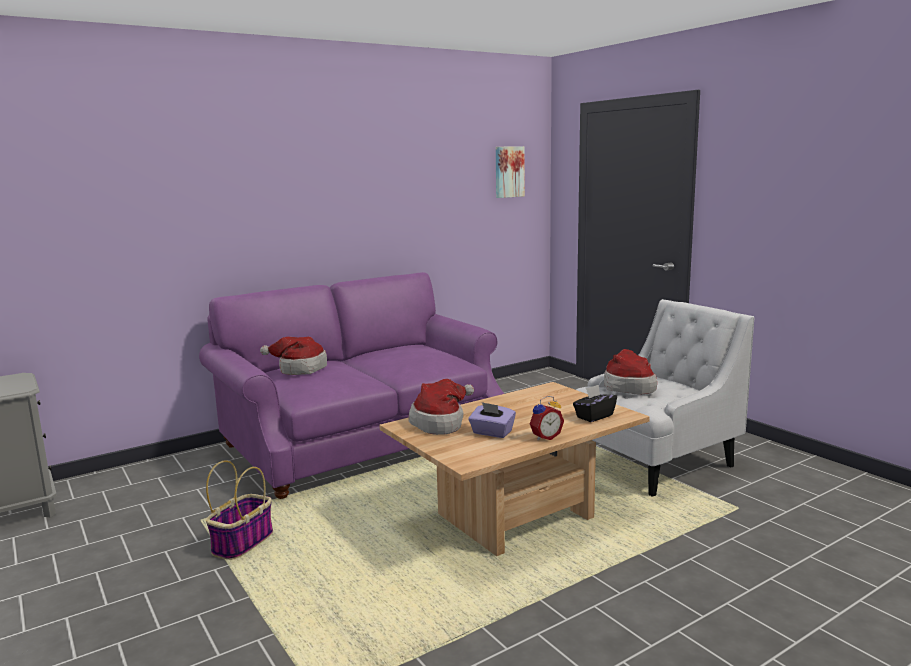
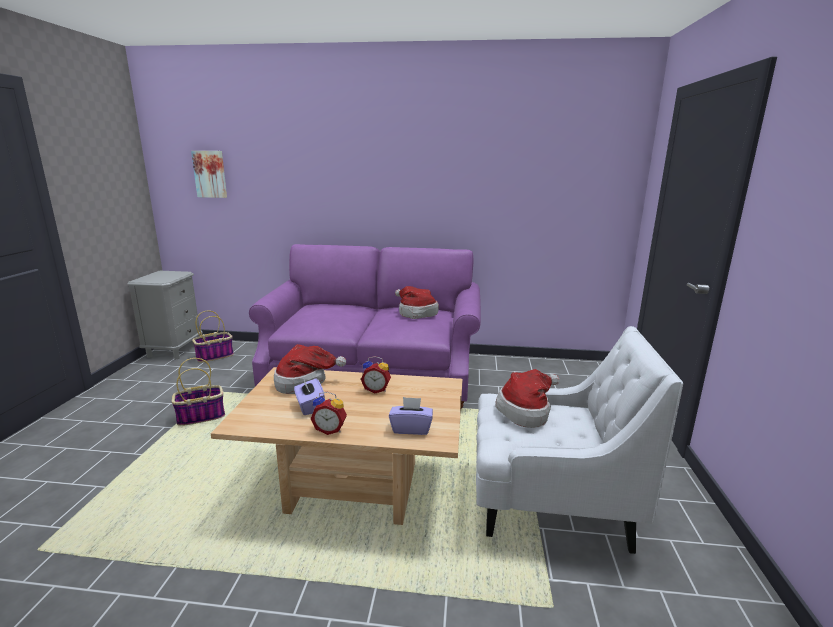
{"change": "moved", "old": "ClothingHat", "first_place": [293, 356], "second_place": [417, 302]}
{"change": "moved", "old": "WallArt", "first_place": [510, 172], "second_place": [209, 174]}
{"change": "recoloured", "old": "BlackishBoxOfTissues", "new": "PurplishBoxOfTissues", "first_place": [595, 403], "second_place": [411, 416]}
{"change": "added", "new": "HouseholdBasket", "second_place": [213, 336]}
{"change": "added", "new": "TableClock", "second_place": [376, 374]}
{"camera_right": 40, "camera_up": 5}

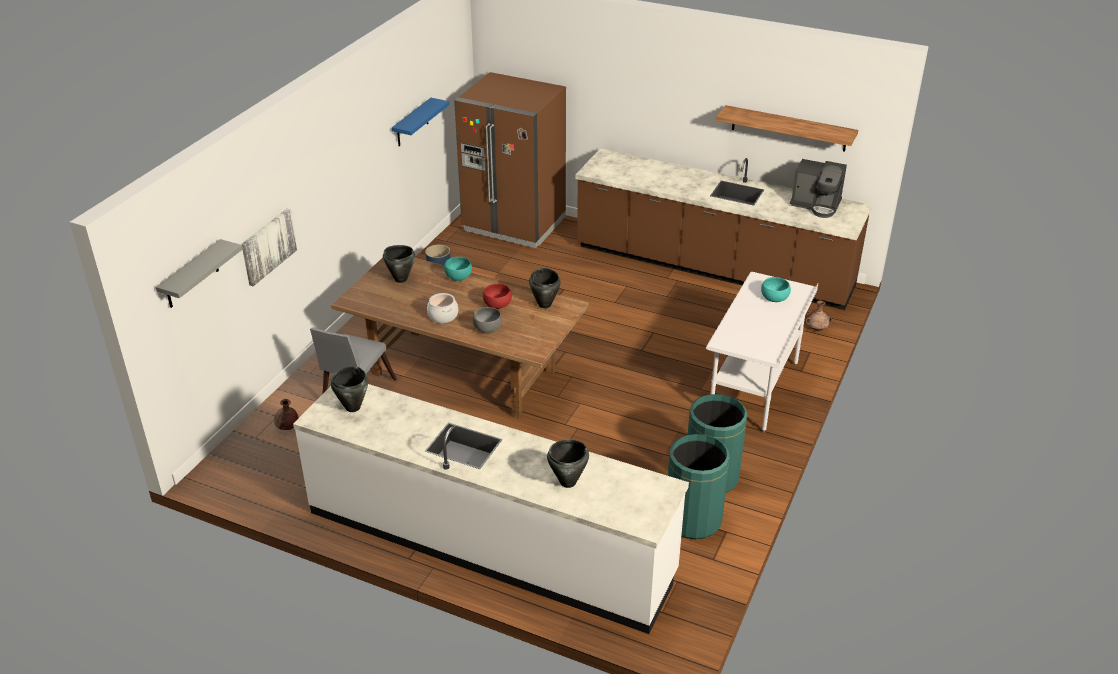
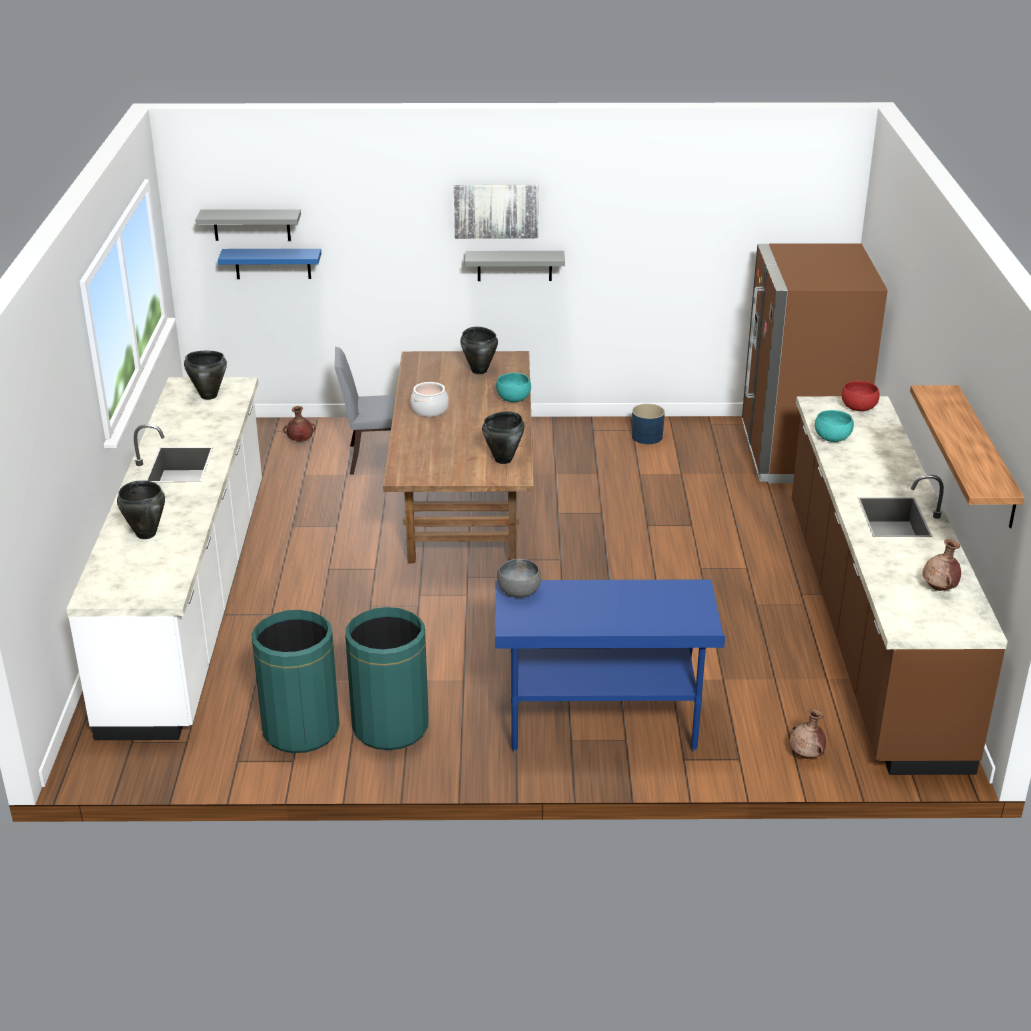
{"change": "moved", "old": "WallArt", "first_place": [269, 247], "second_place": [496, 212]}
{"change": "moved", "old": "BlueBracketShelf", "first_place": [420, 122], "second_place": [269, 264]}
{"change": "moved", "old": "GrayBowl", "first_place": [487, 320], "second_place": [519, 578]}
{"change": "moved", "old": "RedBowl", "first_place": [497, 296], "second_place": [861, 396]}
{"change": "recoloured", "old": "WhiteColouredDeskTable", "new": "BlueDeskTable", "first_place": [762, 352], "second_place": [610, 666]}
{"change": "moved", "old": "TurquoiseBowl", "first_place": [776, 289], "second_place": [834, 426]}
{"change": "replaced", "old": "CoffeeMaker", "new": "BrownColouredDecorativeVase", "first_place": [818, 188], "second_place": [942, 565]}
{"change": "added", "new": "GrayBracketShelf", "second_place": [515, 266]}
{"camera_right": 65, "camera_up": -5}

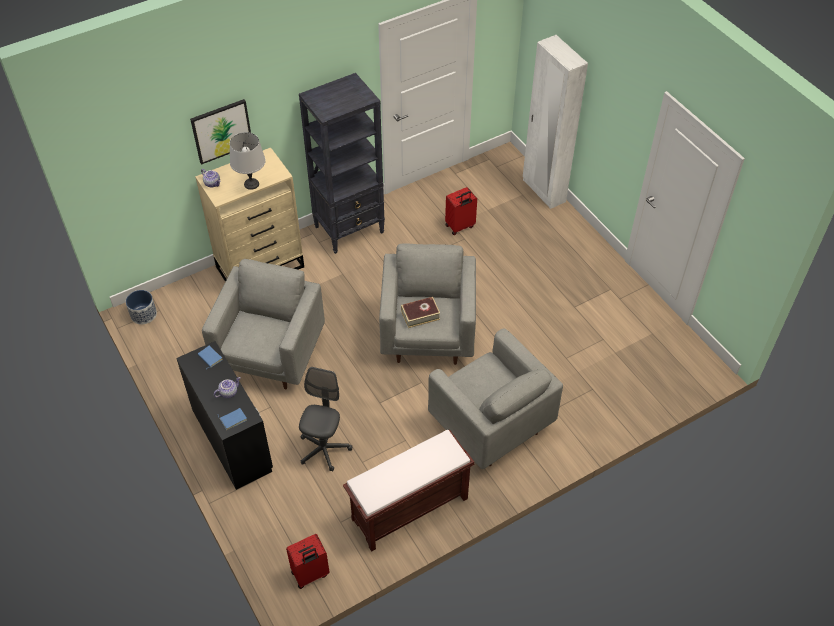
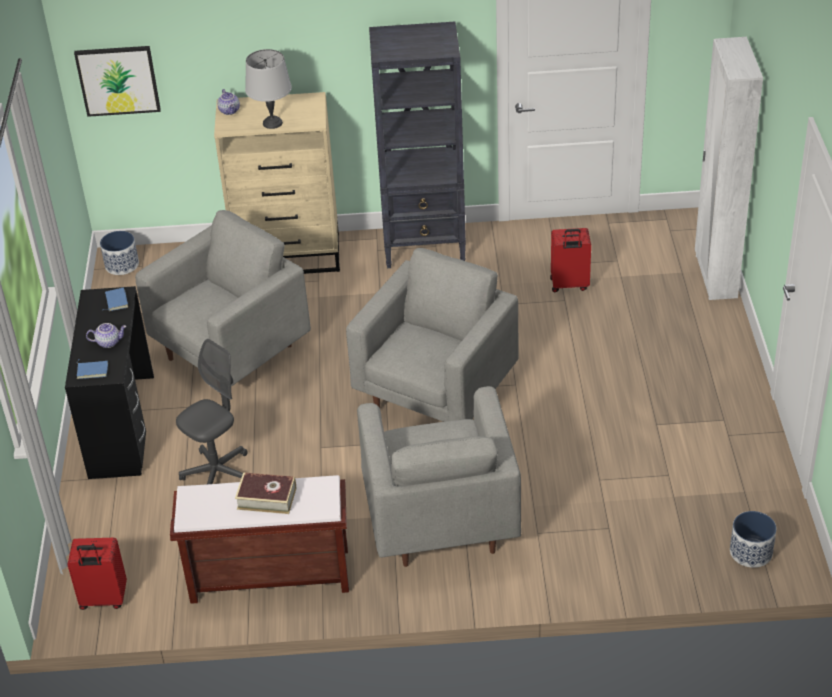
{"change": "moved", "old": "WallArt", "first_place": [220, 132], "second_place": [117, 81]}
{"change": "moved", "old": "Book", "first_place": [420, 312], "second_place": [265, 493]}
{"change": "added", "new": "FlowerPot", "second_place": [753, 539]}
{"camera_right": 30, "camera_up": -10}

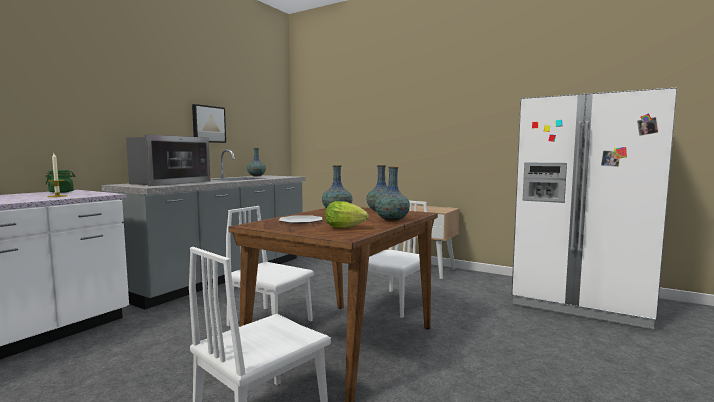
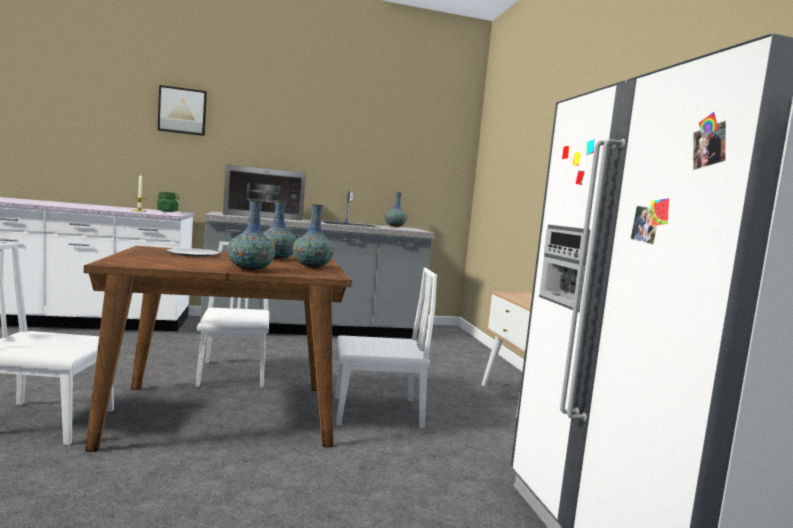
{"change": "moved", "old": "WallArt", "first_place": [209, 123], "second_place": [182, 110]}
{"change": "removed", "old": "HeadOfLettuce", "first_place": [346, 214]}
{"camera_right": 45, "camera_up": 0}

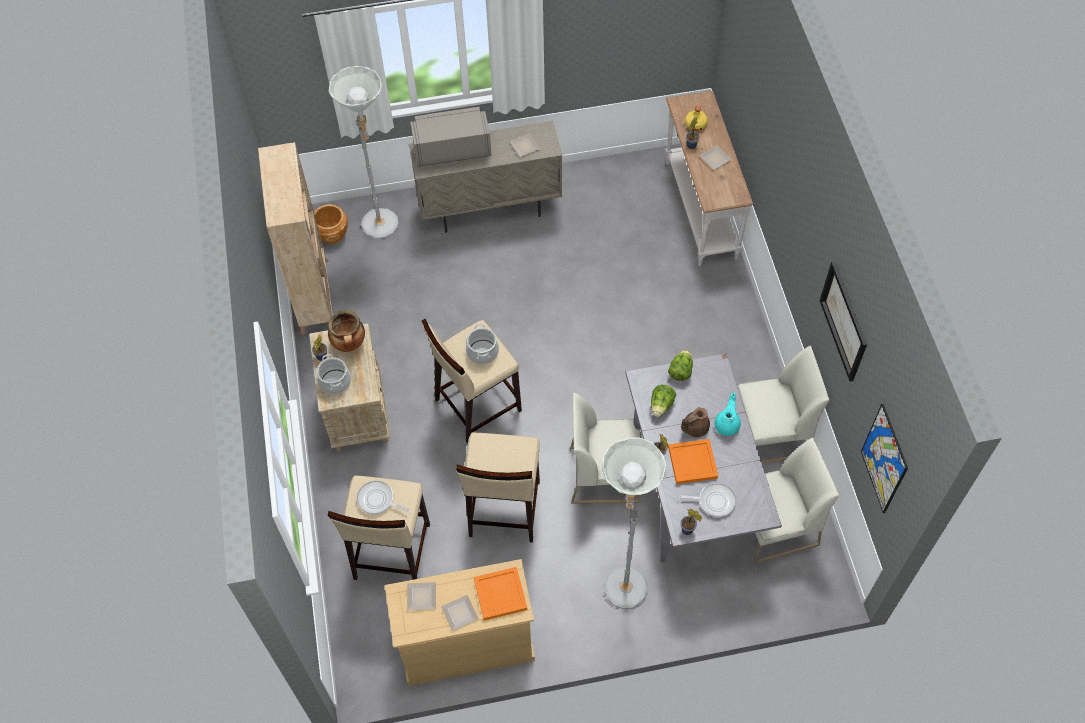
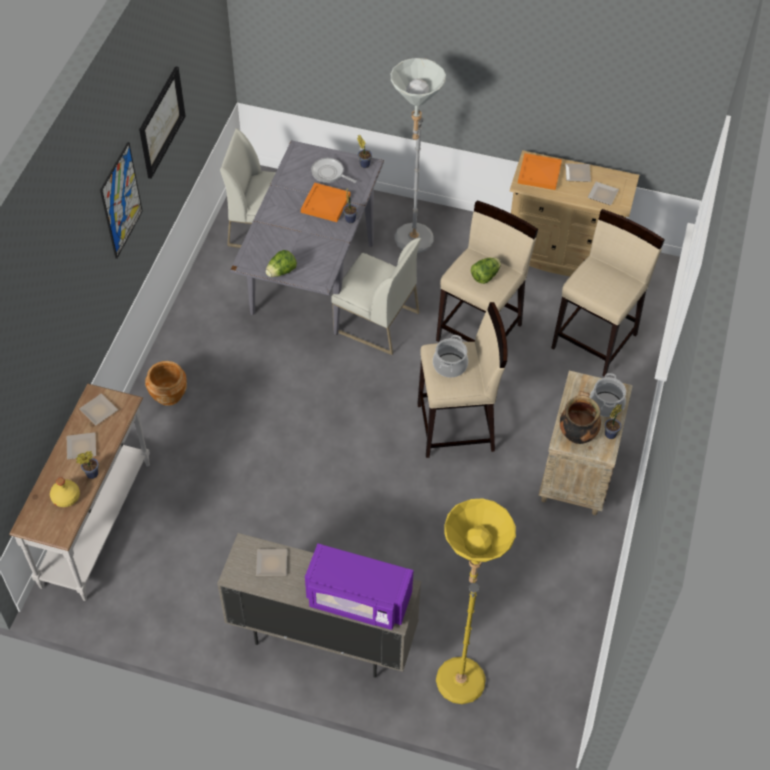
{"change": "removed", "old": "BeigeBookshelf", "first_place": [295, 238]}
{"change": "moved", "old": "BrownColouredFlowerPot", "first_place": [331, 224], "second_place": [166, 383]}
{"change": "recoloured", "old": "GrayStandardLamp", "new": "YellowishStandardLamp", "first_place": [364, 152], "second_place": [476, 601]}
{"change": "removed", "old": "Pan", "first_place": [383, 497]}
{"change": "recoloured", "old": "GrayMicrowaveOven", "new": "PurplishMicrowaveOven", "first_place": [450, 137], "second_place": [359, 586]}
{"change": "moved", "old": "HeadOfLettuce", "first_place": [663, 401], "second_place": [486, 270]}
{"change": "removed", "old": "BrownColouredTeaPot", "first_place": [695, 422]}
{"change": "removed", "old": "TurquoiseTeaPot", "first_place": [727, 414]}
{"change": "removed", "old": "WhiteColouredChair", "first_place": [783, 405]}
{"change": "moved", "old": "WallArt", "first_place": [884, 458], "second_place": [121, 200]}
{"change": "added", "new": "DinnerPlate", "second_place": [98, 409]}
{"camera_right": -155, "camera_up": -5}

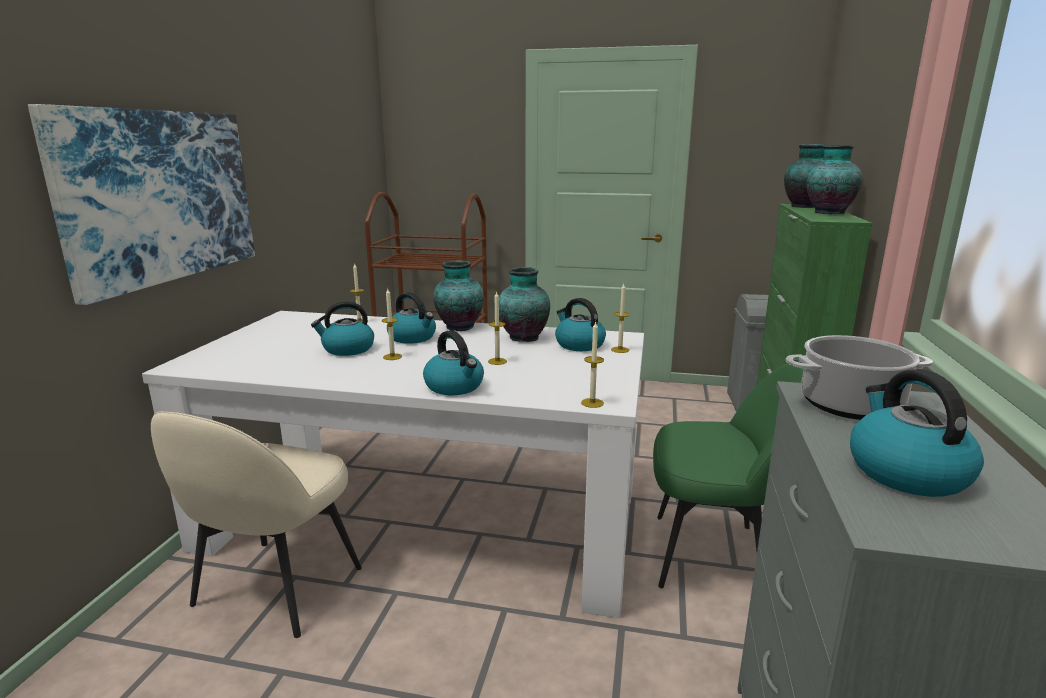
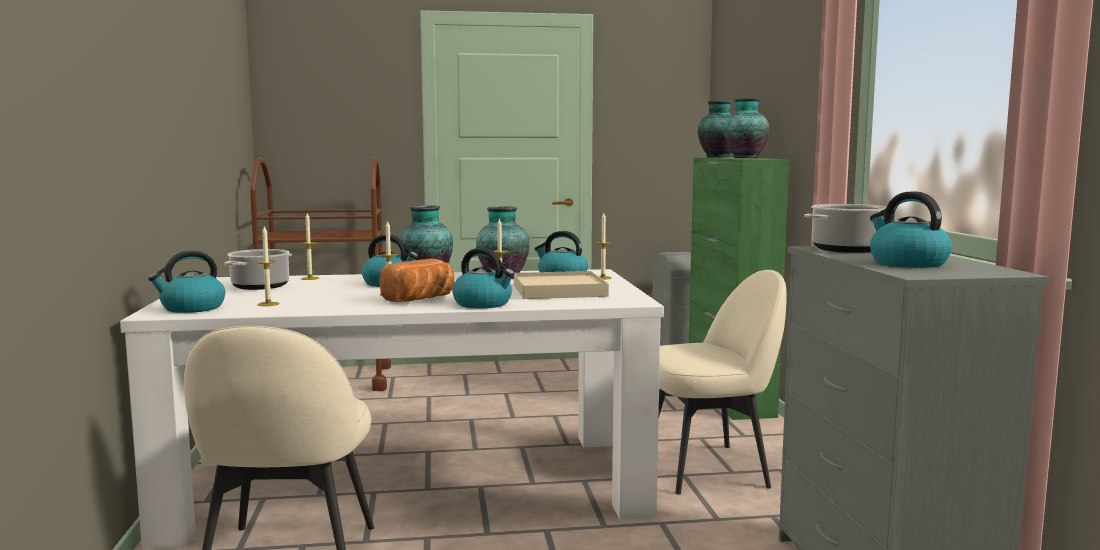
{"change": "removed", "old": "WallArt", "first_place": [141, 204]}
{"change": "moved", "old": "Kettle", "first_place": [342, 328], "second_place": [186, 281]}
{"change": "moved", "old": "WaxLight", "first_place": [592, 365], "second_place": [268, 265]}
{"change": "recoloured", "old": "GreenColouredChair", "new": "BeigeChair", "first_place": [728, 474], "second_place": [723, 382]}
{"change": "added", "new": "Saucepot", "second_place": [258, 269]}
{"change": "added", "new": "BakedBread", "second_place": [417, 280]}
{"change": "added", "new": "BeigeServingTray", "second_place": [561, 285]}
{"camera_right": -20, "camera_up": -10}

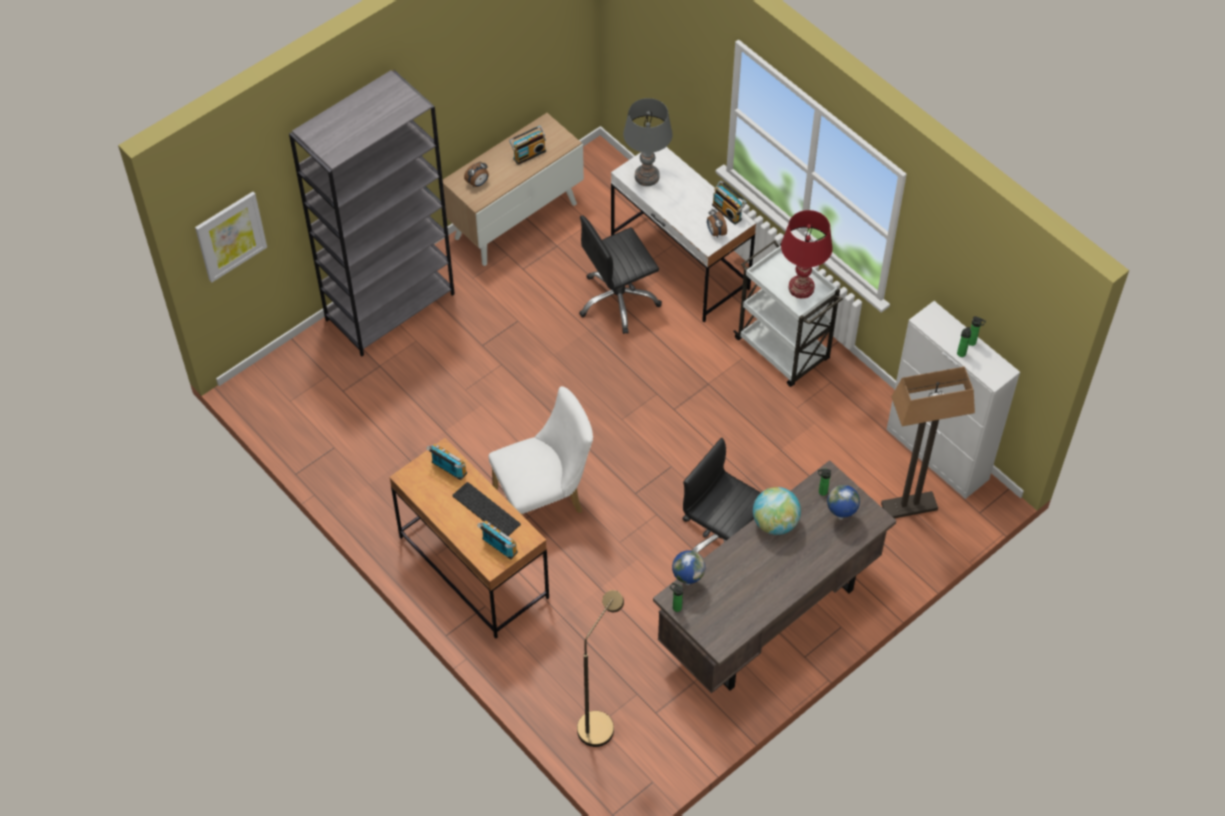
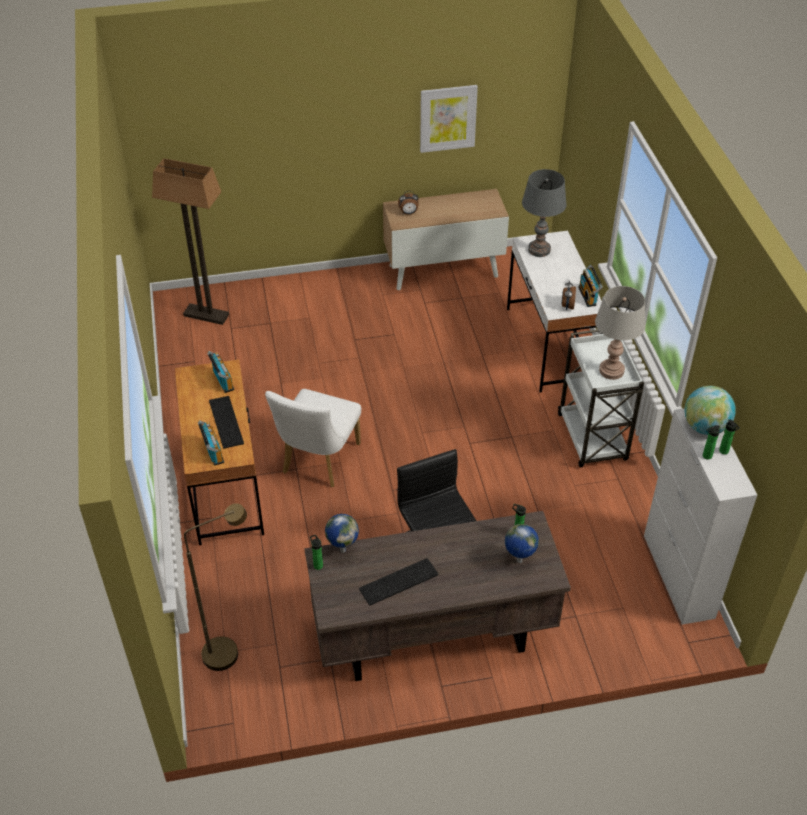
{"change": "moved", "old": "WallArt", "first_place": [231, 237], "second_place": [449, 119]}
{"change": "removed", "old": "GrayBookshelf", "first_place": [372, 213]}
{"change": "turned", "old": "WhiteColouredChair", "first_place": [540, 451], "second_place": [313, 438], "degrees": 105}
{"change": "removed", "old": "RadioReceiver", "first_place": [527, 145]}
{"change": "removed", "old": "BlackishComputerChair", "first_place": [620, 274]}
{"change": "moved", "old": "WorldGlobe", "first_place": [777, 511], "second_place": [710, 410]}
{"change": "recoloured", "old": "RedLampForATable", "new": "GrayLampForATable", "first_place": [807, 254], "second_place": [620, 333]}
{"change": "moved", "old": "StandardLamp", "first_place": [928, 442], "second_place": [190, 241]}
{"change": "added", "new": "Keyboard", "second_place": [398, 581]}
{"camera_right": 30, "camera_up": -10}

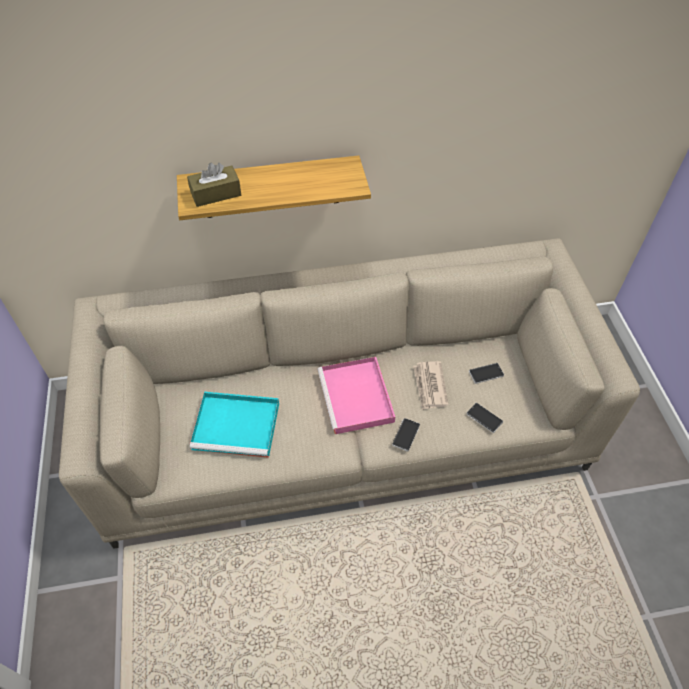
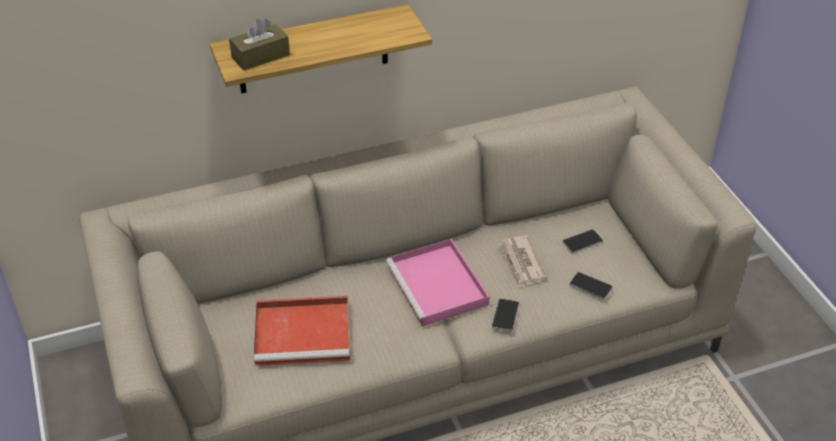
{"change": "recoloured", "old": "TurquoiseServingTray", "new": "RedServingTray", "first_place": [234, 425], "second_place": [302, 331]}
{"camera_right": -10, "camera_up": -10}

